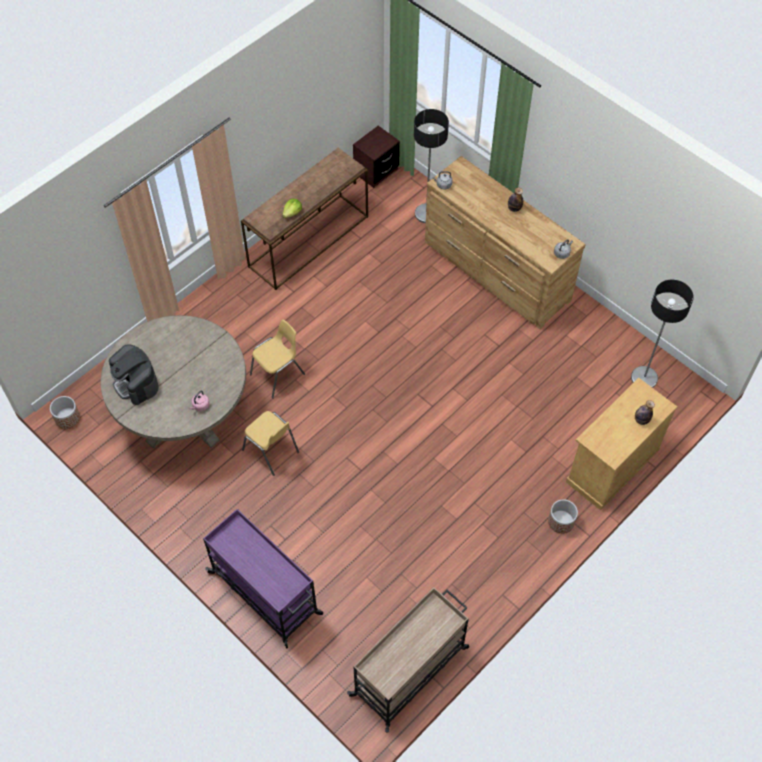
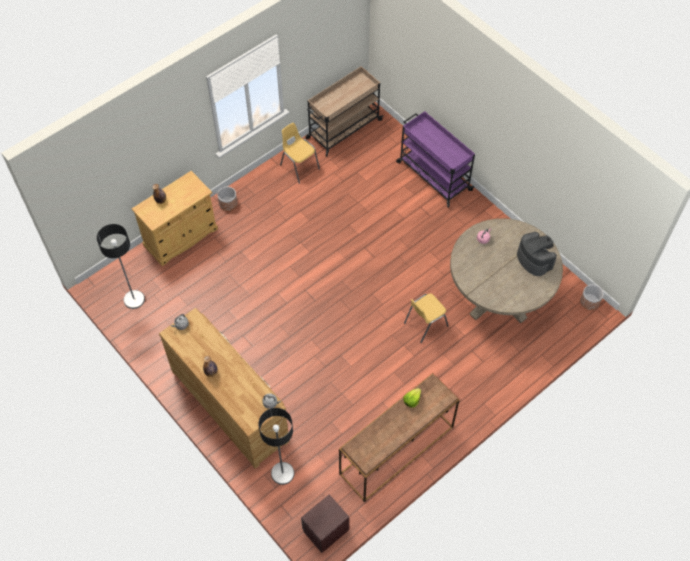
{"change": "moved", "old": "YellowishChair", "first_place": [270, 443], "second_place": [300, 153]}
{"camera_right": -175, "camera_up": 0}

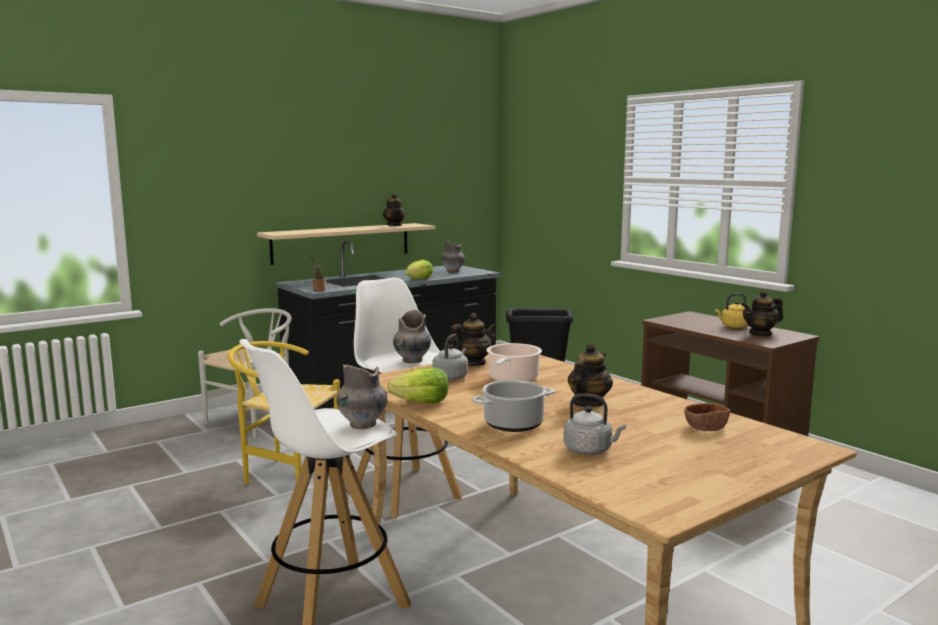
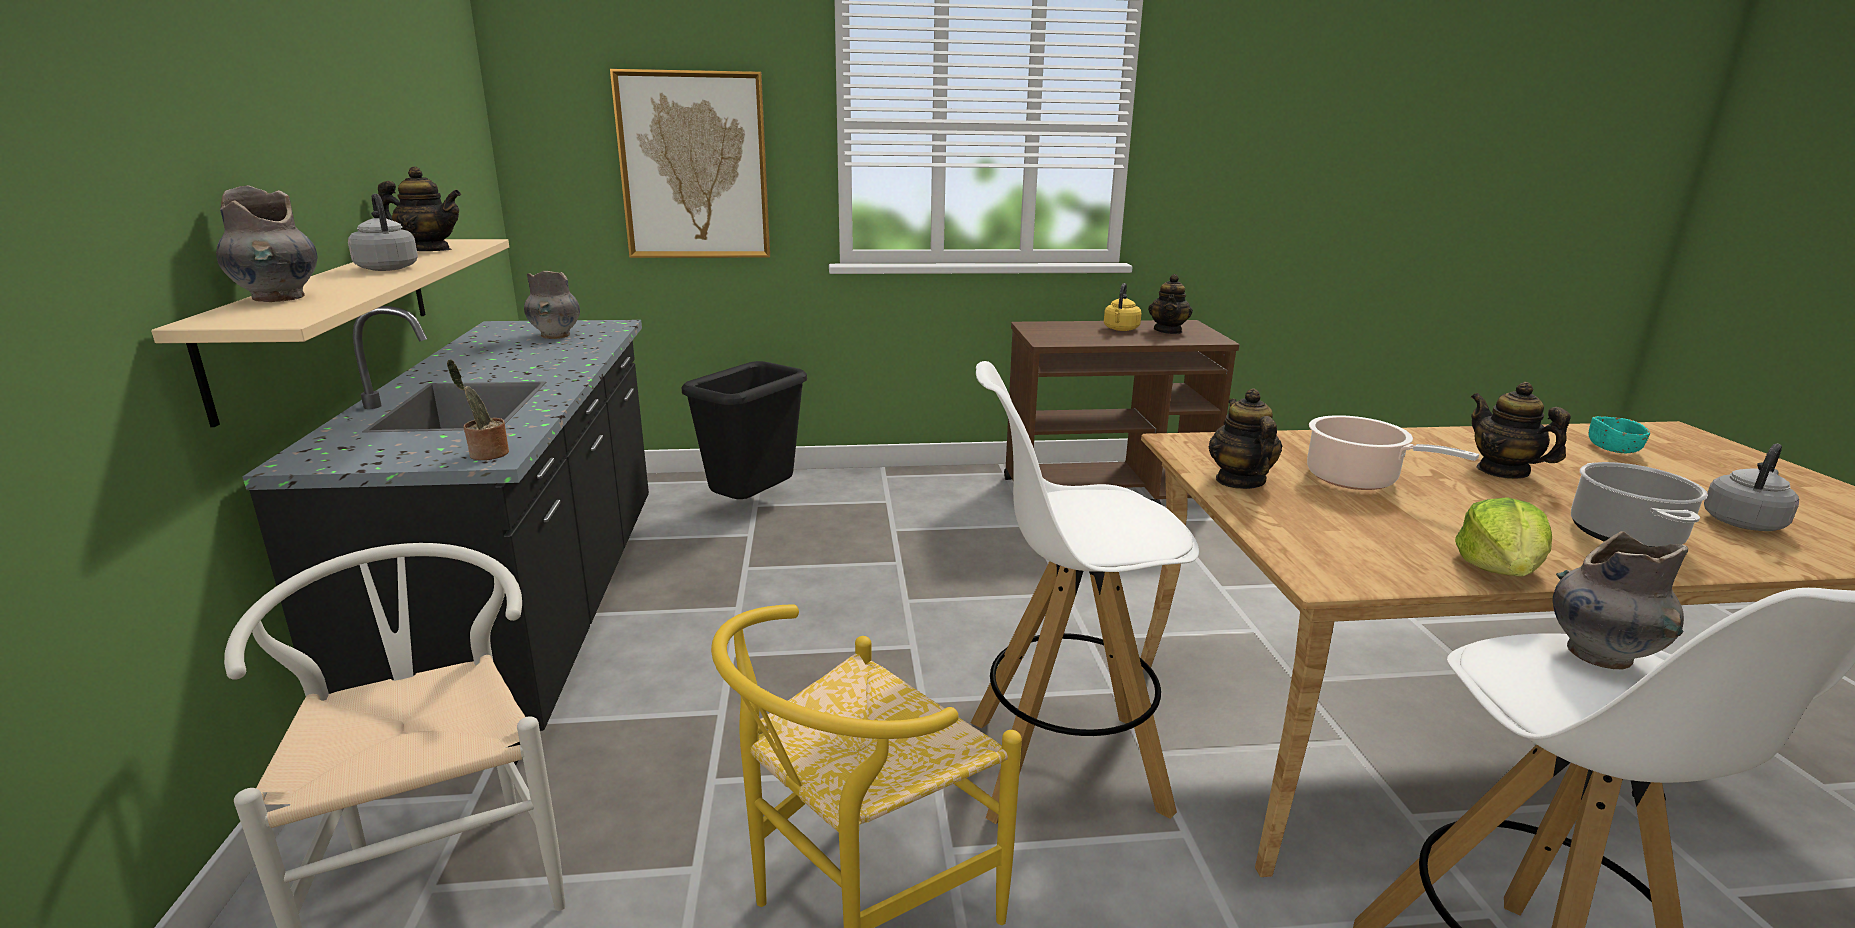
{"change": "moved", "old": "GrayDecorativeVase", "first_place": [412, 336], "second_place": [267, 243]}
{"change": "removed", "old": "HeadOfLettuce", "first_place": [419, 269]}
{"change": "moved", "old": "GrayKettle", "first_place": [450, 357], "second_place": [383, 232]}
{"change": "recoloured", "old": "BrownColouredBowl", "new": "TurquoiseBowl", "first_place": [707, 417], "second_place": [1619, 434]}
{"change": "added", "new": "WallArt", "second_place": [690, 163]}
{"camera_right": -60, "camera_up": 10}

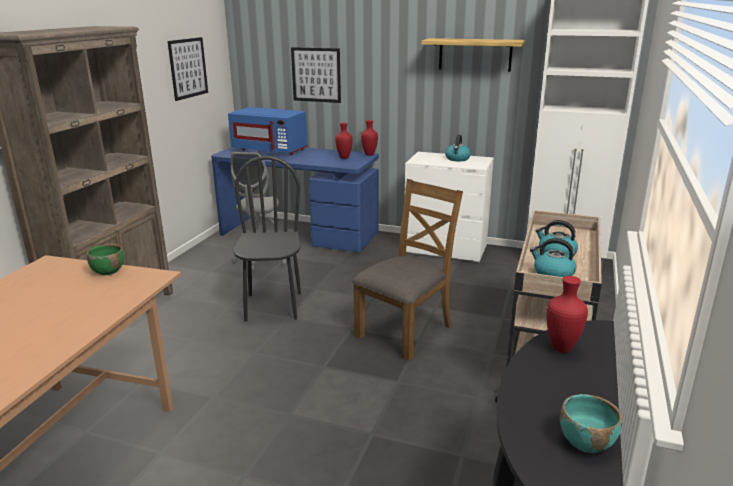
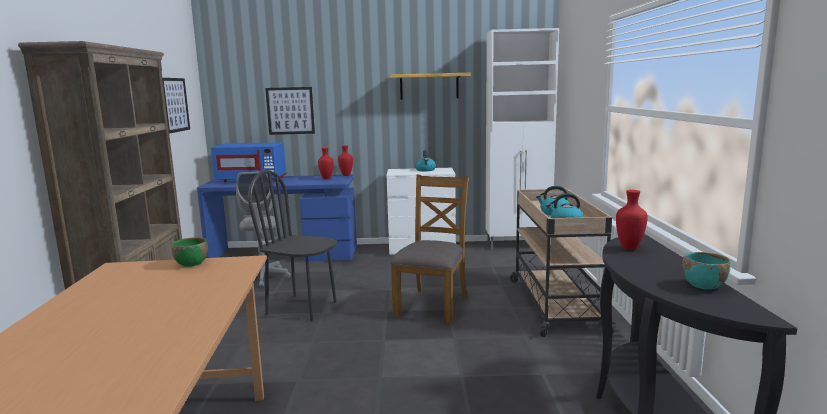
{"change": "turned", "old": "BlackishChair", "first_place": [267, 239], "second_place": [292, 245], "degrees": -45}
{"camera_right": -20, "camera_up": -10}

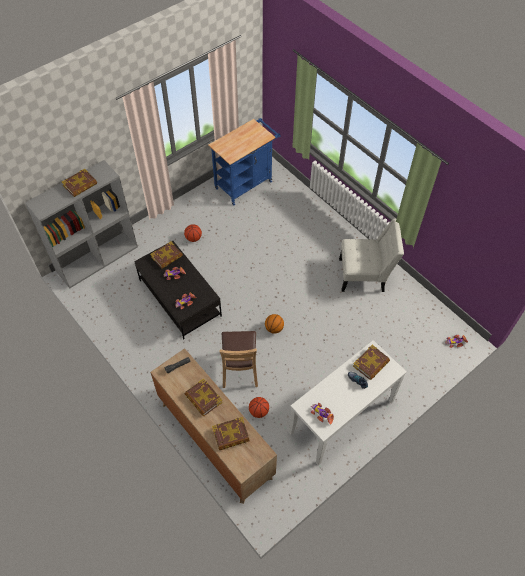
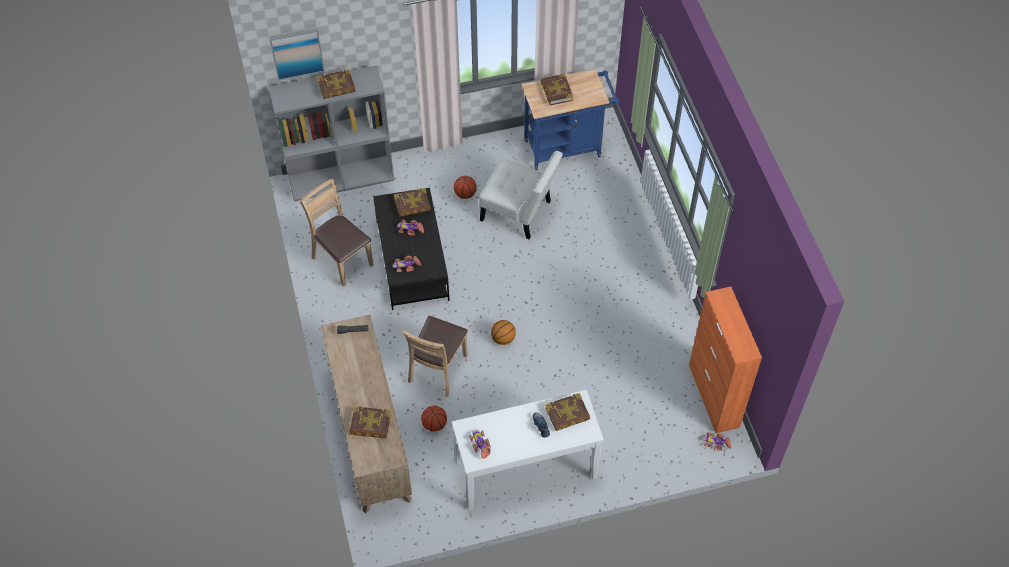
{"change": "moved", "old": "Book", "first_place": [204, 397], "second_place": [557, 89]}
{"change": "moved", "old": "WhiteColouredChair", "first_place": [371, 255], "second_place": [521, 195]}
{"change": "added", "new": "WallArt", "second_place": [297, 54]}
{"change": "added", "new": "BrownColouredChair", "second_place": [336, 233]}
{"change": "added", "new": "OrangeyCabinet", "second_place": [725, 359]}
{"camera_right": 25, "camera_up": 0}

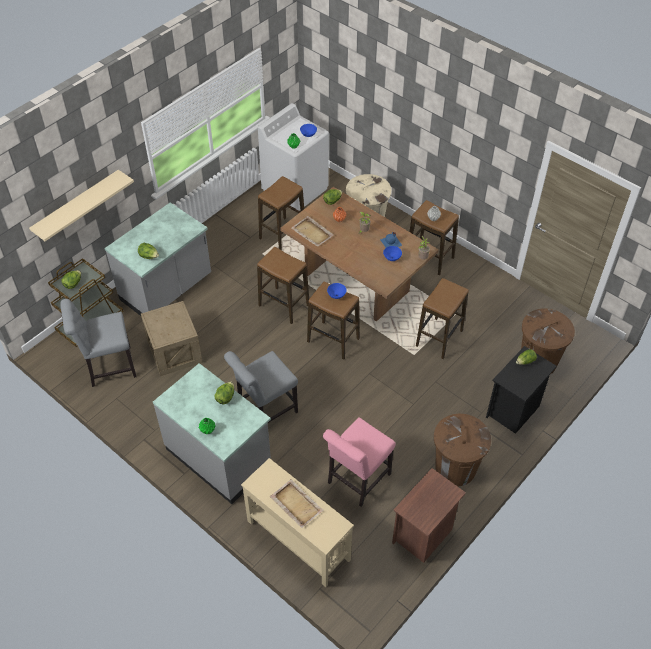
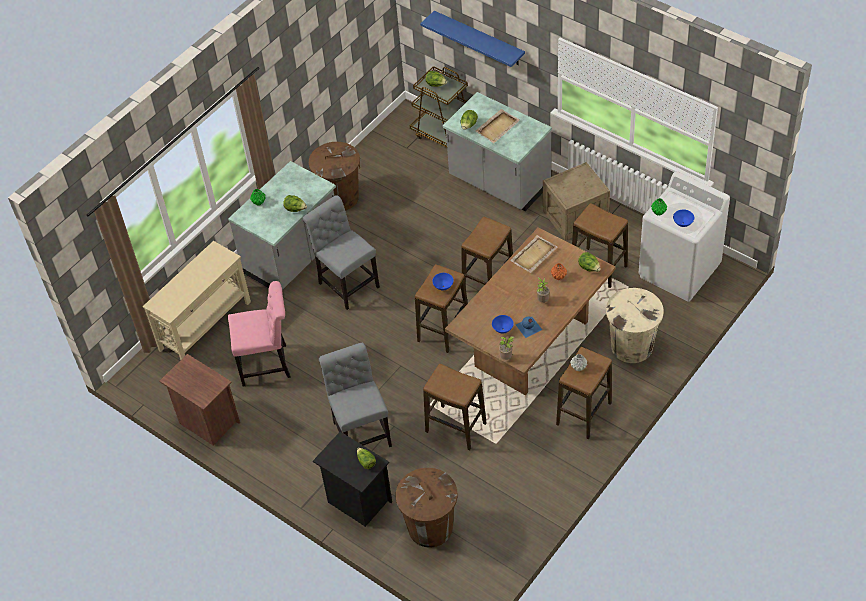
{"change": "recoloured", "old": "BeigeBracketShelf", "new": "BlueBracketShelf", "first_place": [81, 205], "second_place": [472, 39]}
{"change": "moved", "old": "GrayChair", "first_place": [98, 343], "second_place": [355, 395]}
{"change": "moved", "old": "Crate", "first_place": [172, 338], "second_place": [576, 201]}
{"change": "moved", "old": "BeigeServingTray", "first_place": [297, 503], "second_place": [497, 126]}
{"change": "turned", "old": "PinkChair", "first_place": [359, 462], "second_place": [259, 334], "degrees": 135}
{"change": "moved", "old": "BrownColouredTrashCan", "first_place": [462, 450], "second_place": [334, 176]}
{"camera_right": 90, "camera_up": 0}

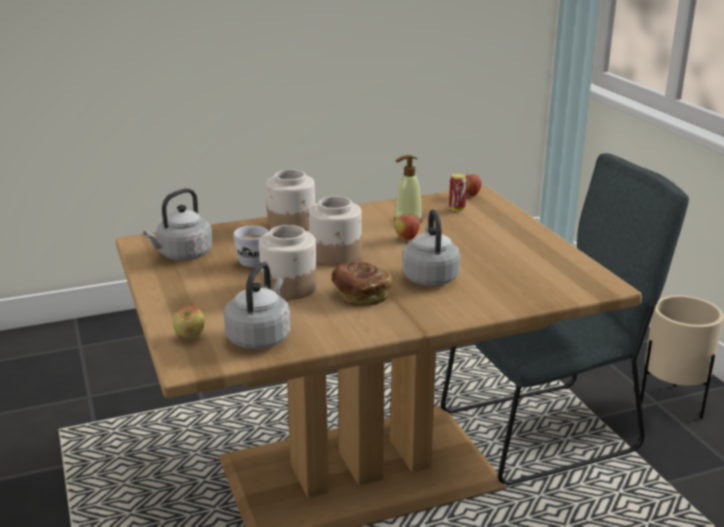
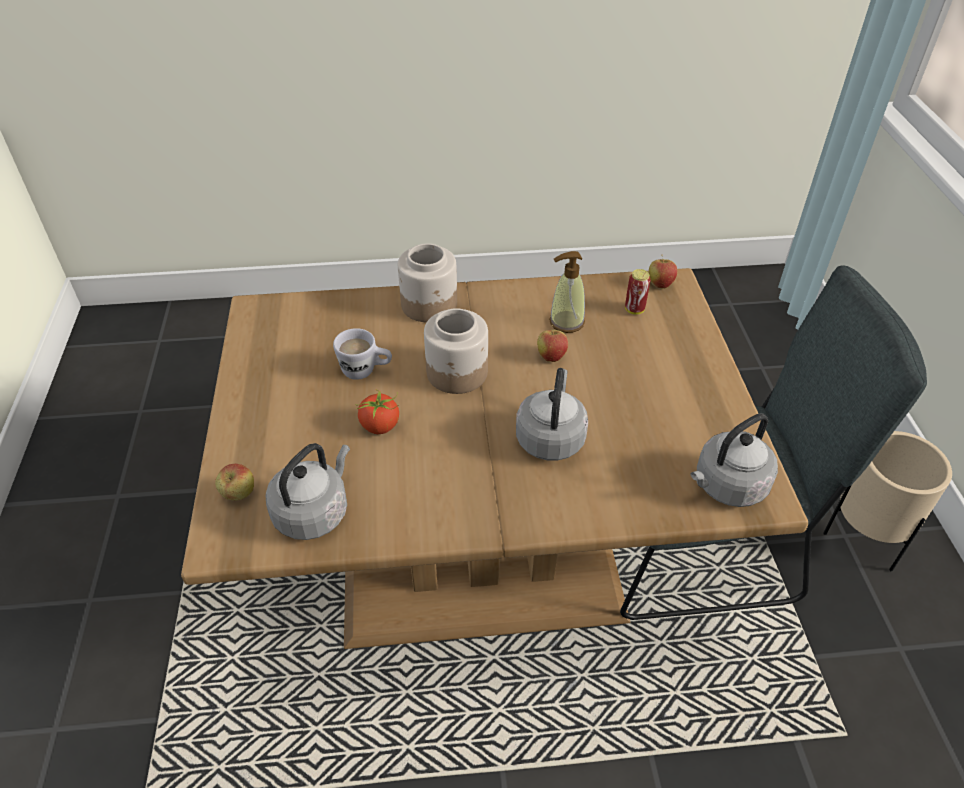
{"change": "moved", "old": "GrayKettle", "first_place": [178, 224], "second_place": [734, 460]}
{"change": "replaced", "old": "Jar", "new": "WholeTomato", "first_place": [288, 262], "second_place": [377, 412]}
{"change": "removed", "old": "BakedBread", "first_place": [361, 283]}
{"camera_right": 15, "camera_up": 20}

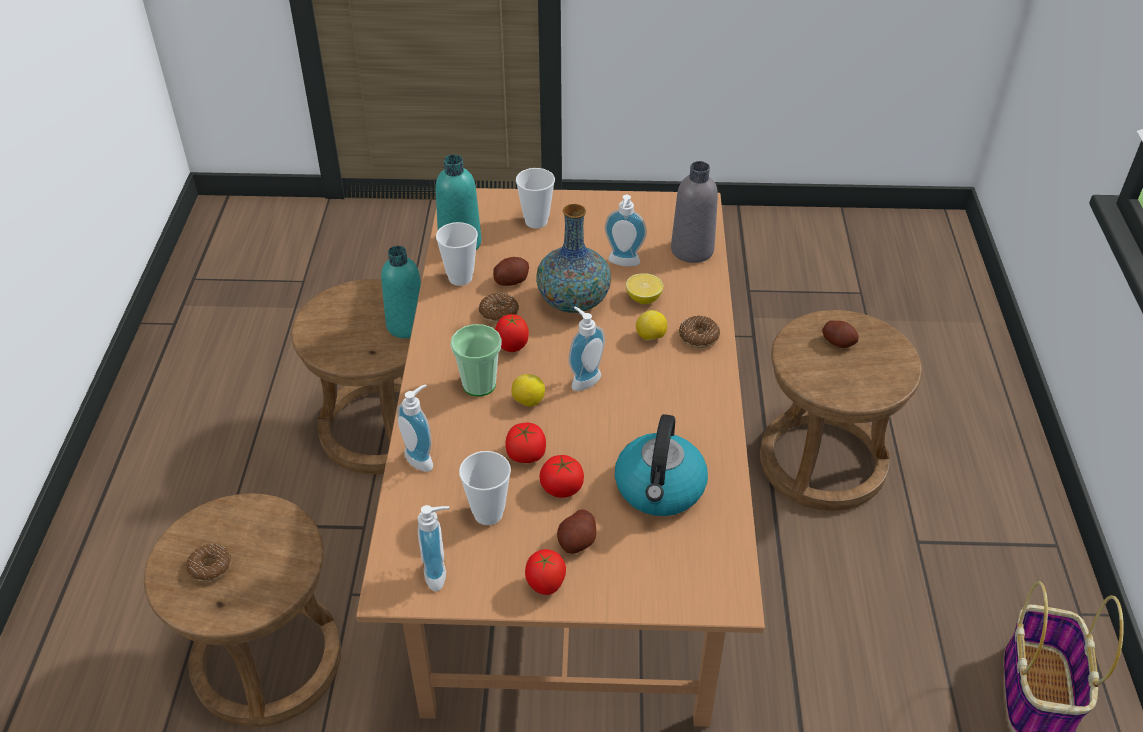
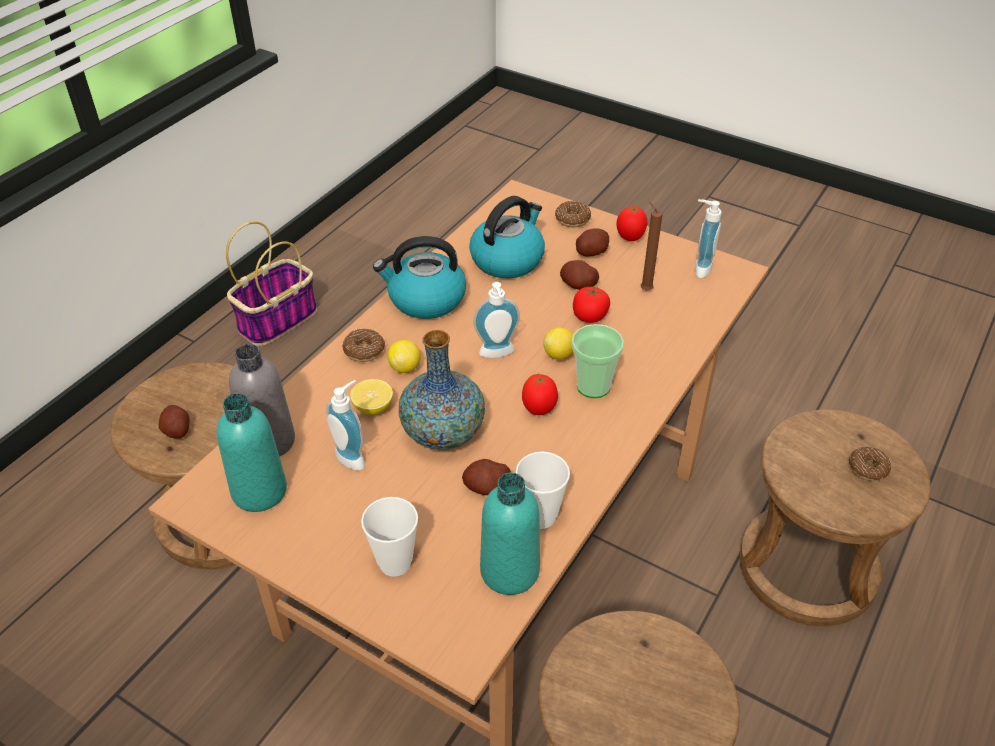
{"change": "moved", "old": "TurquoiseDrinkBottle", "first_place": [401, 292], "second_place": [252, 452]}
{"change": "removed", "old": "LiquidSoapBottle", "first_place": [415, 428]}
{"change": "replaced", "old": "DrinkingCup", "new": "BrownColouredWaxLight", "first_place": [485, 488], "second_place": [651, 245]}
{"change": "moved", "old": "Doughnut", "first_place": [499, 308], "second_place": [573, 214]}
{"change": "replaced", "old": "WholeTomato", "new": "Potato", "first_place": [562, 476], "second_place": [579, 275]}
{"change": "added", "new": "Kettle", "second_place": [419, 277]}
{"camera_right": -150, "camera_up": 0}

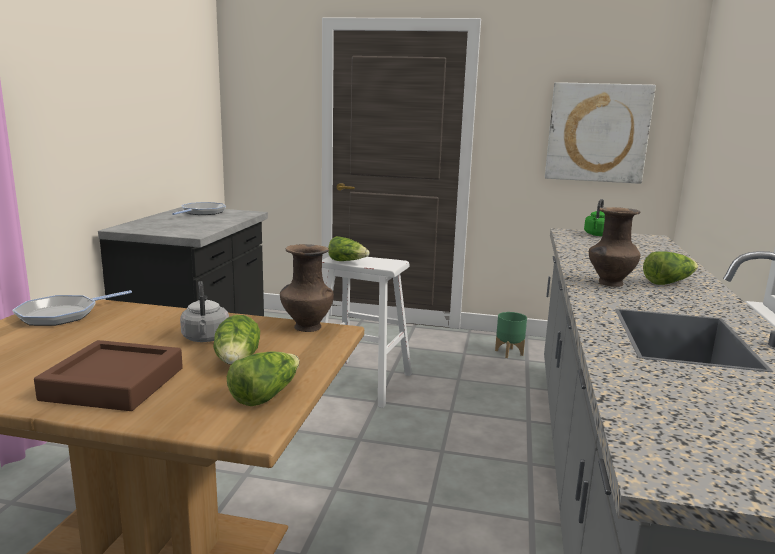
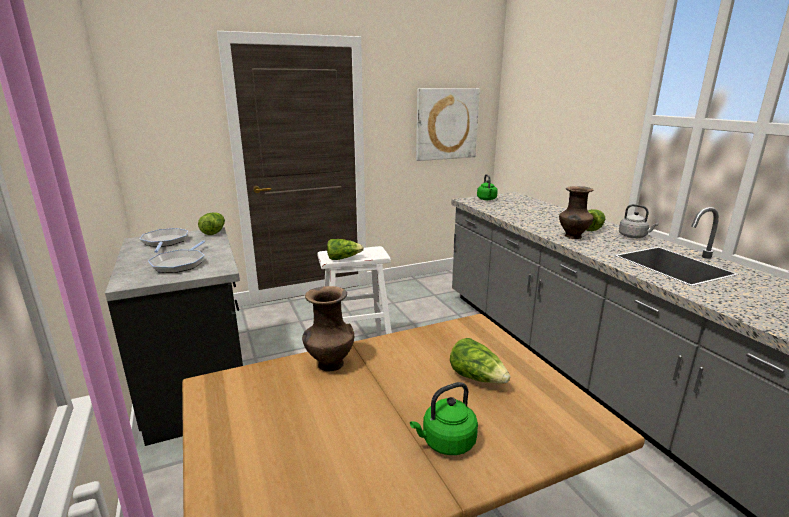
{"change": "moved", "old": "Pan", "first_place": [72, 308], "second_place": [176, 256]}
{"change": "replaced", "old": "BrownColouredServingTray", "new": "GreenColouredKettle", "first_place": [108, 375], "second_place": [444, 418]}
{"change": "moved", "old": "GrayKettle", "first_place": [204, 311], "second_place": [639, 221]}
{"change": "moved", "old": "HeadOfLettuce", "first_place": [263, 378], "second_place": [211, 223]}
{"change": "moved", "old": "BrownColouredDecorativeVase", "first_place": [307, 288], "second_place": [328, 328]}
{"change": "removed", "old": "GreenColouredFlowerPot", "first_place": [511, 335]}
{"camera_right": -35, "camera_up": 5}

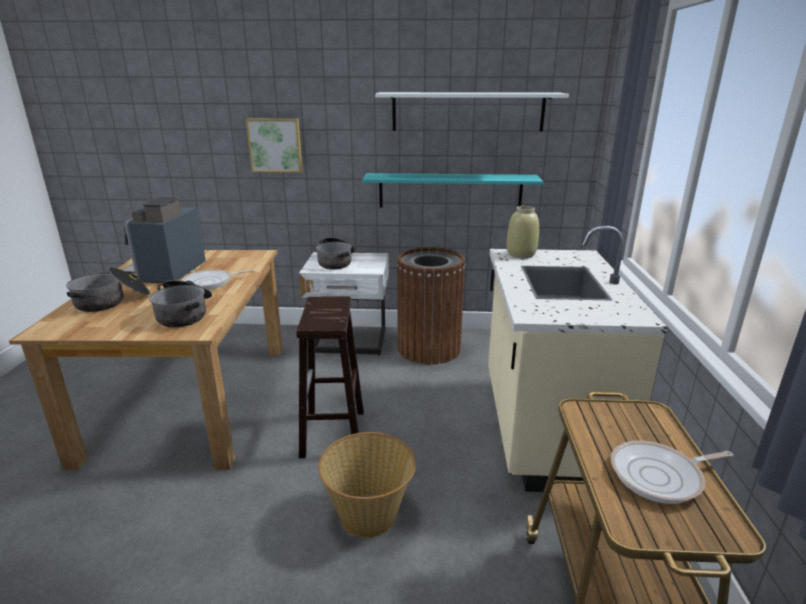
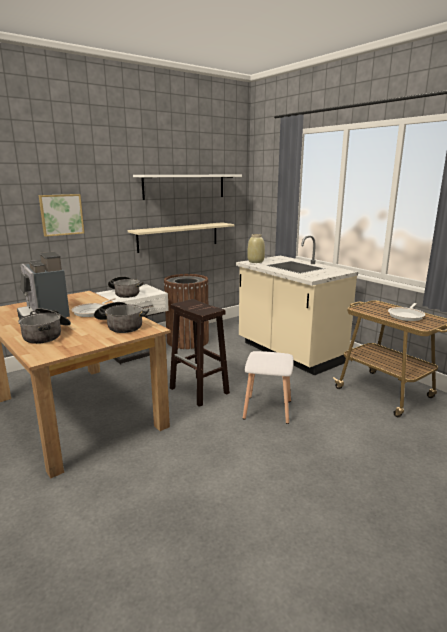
{"change": "replaced", "old": "HouseholdBasket", "new": "WhiteColouredStool", "first_place": [367, 485], "second_place": [268, 387]}
{"change": "recoloured", "old": "TurquoiseBracketShelf", "new": "BeigeBracketShelf", "first_place": [452, 190], "second_place": [181, 237]}
{"camera_right": -40, "camera_up": -5}

